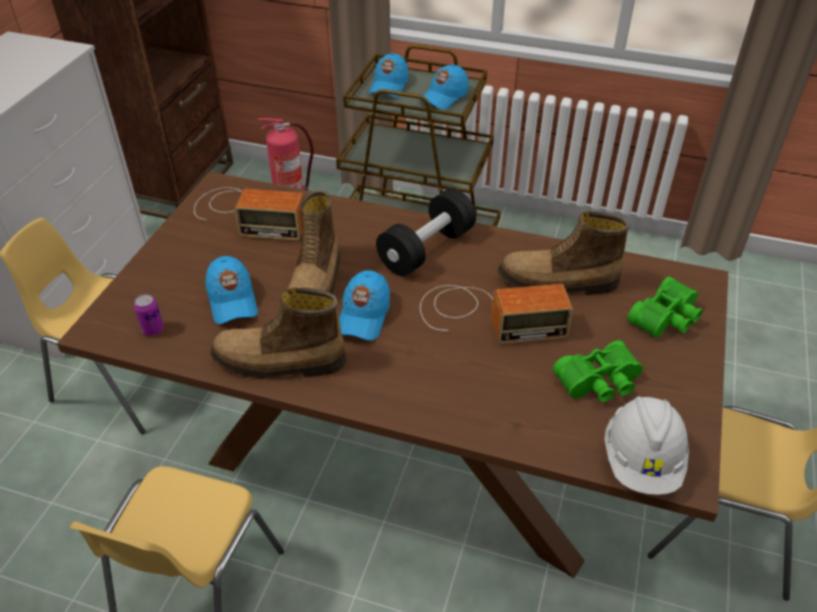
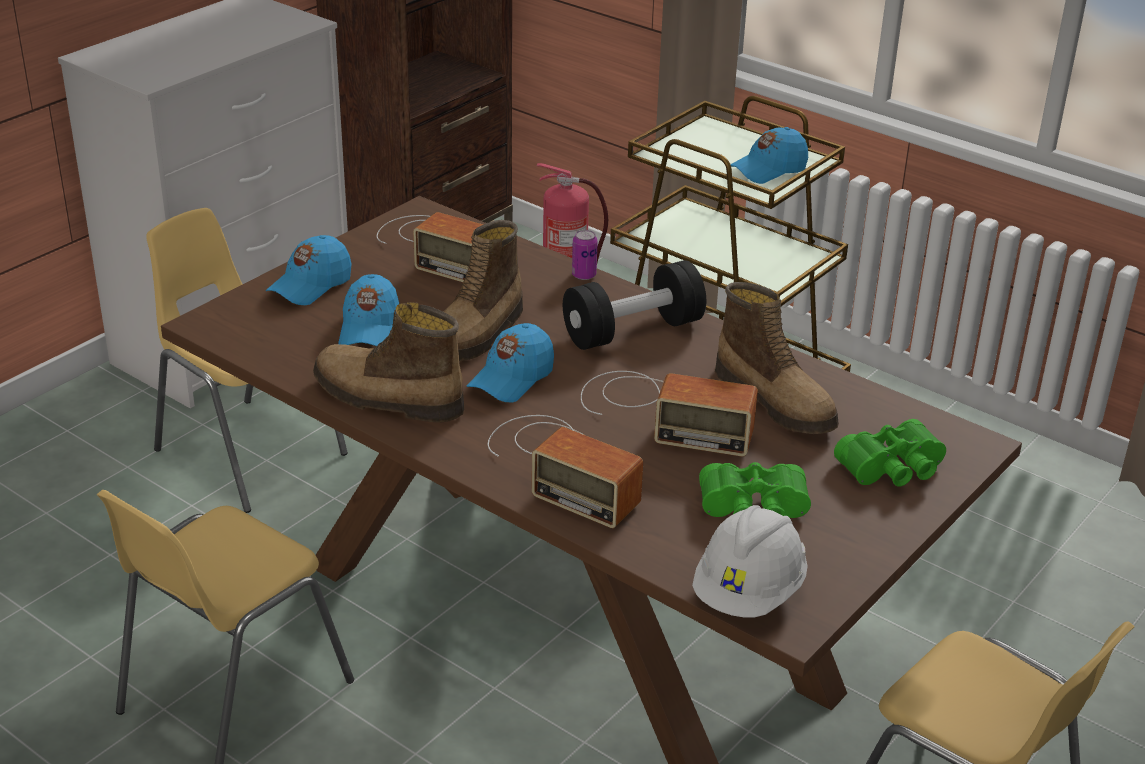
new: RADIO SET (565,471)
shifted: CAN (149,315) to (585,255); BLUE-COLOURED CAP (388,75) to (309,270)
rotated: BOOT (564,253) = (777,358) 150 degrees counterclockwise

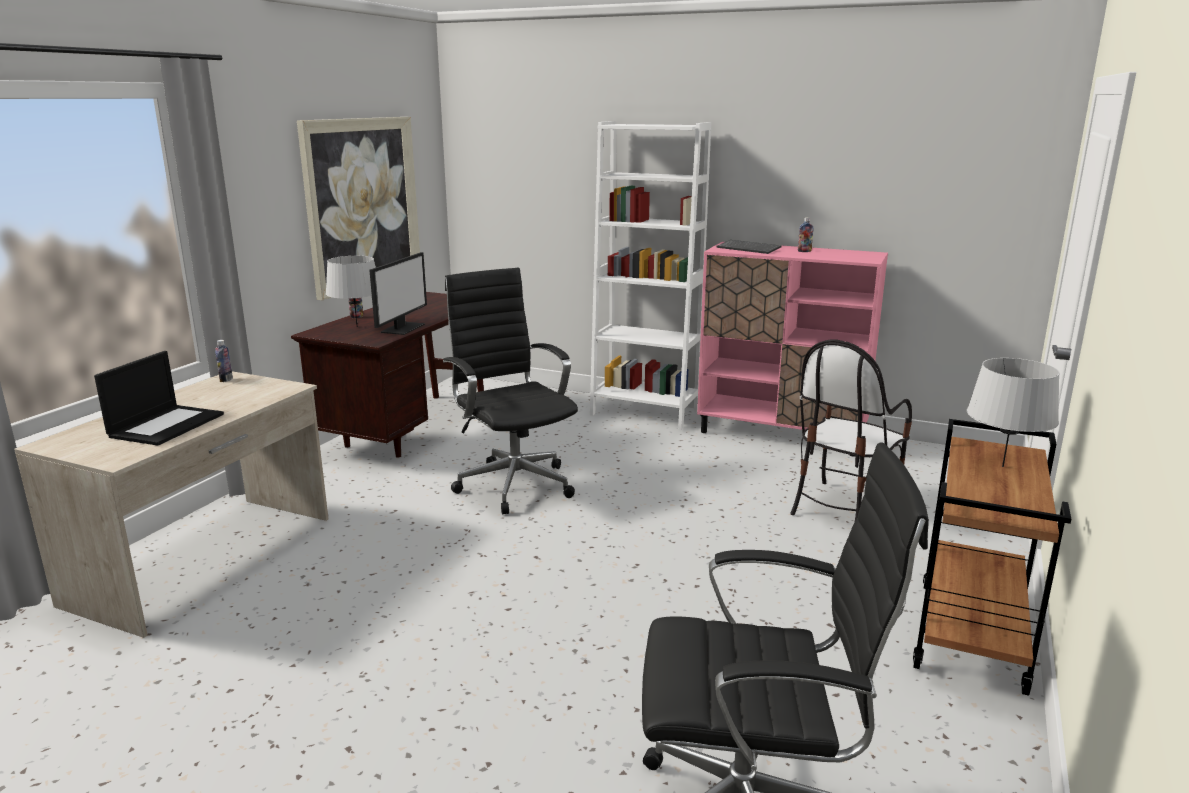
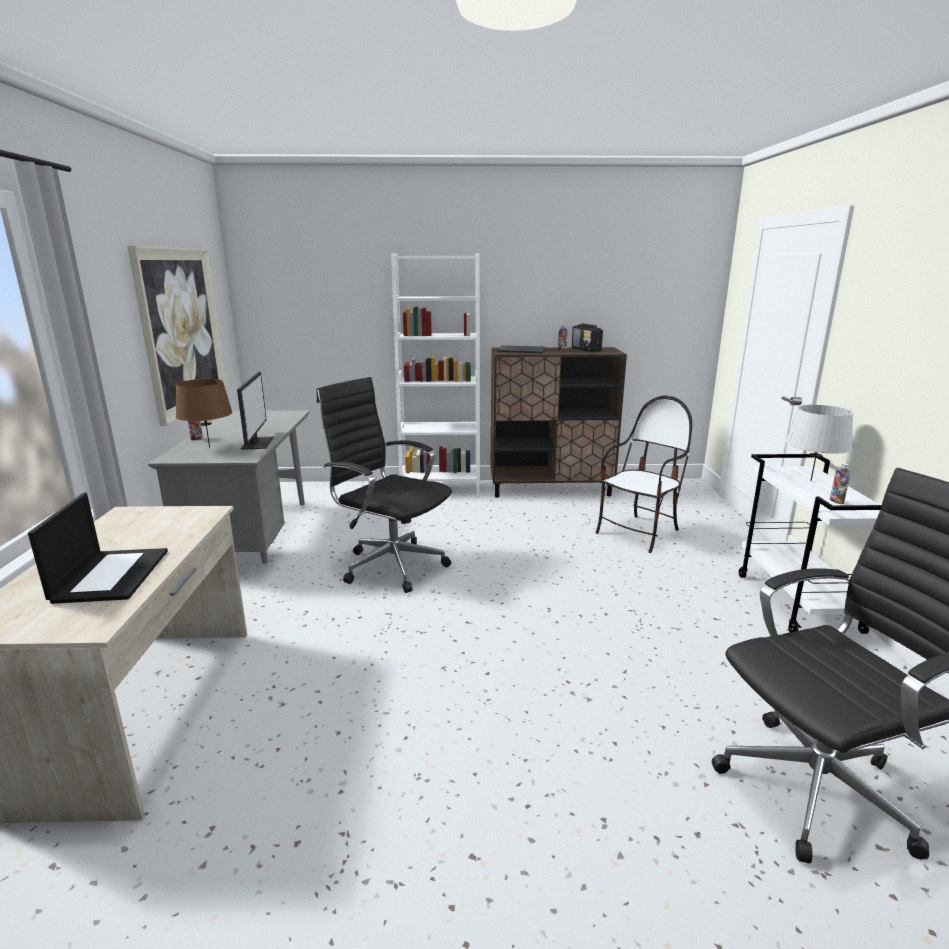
new: RADIO SET (587,337)
shifted: BEVERAGE BOTTLE (224,361) to (840,483)
repainted: BROWN-COLOURED DESK UNIT (387,375) to GREYISH DESK UNIT (229,486); GREYISH TABLE LAMP (351,291) to BROWN-COLOURED TABLE LAMP (204,413); PINK CUPBOARD (792,349) to BROWN-COLOURED CUPBOARD (558,422); BROWN-COLOURED CART (992,557) to WHITE-COLOURED CART (810,544)
rotated: CHAIR (851,431) = (643,474) 150 degrees counterclockwise

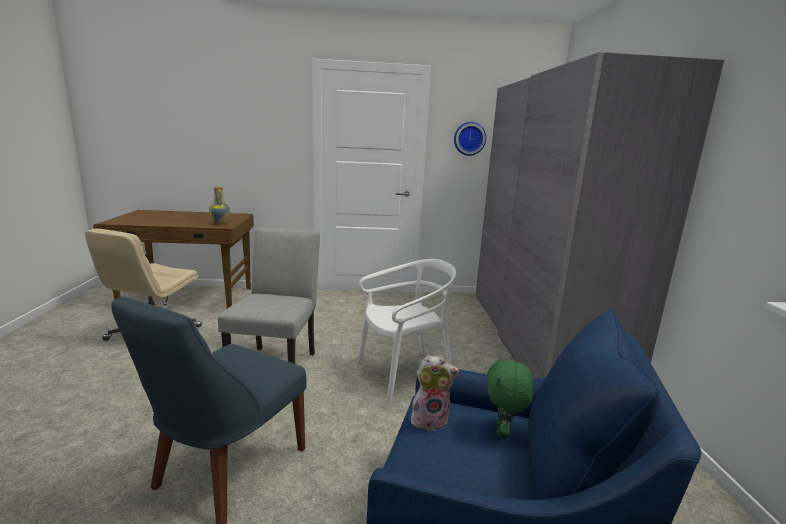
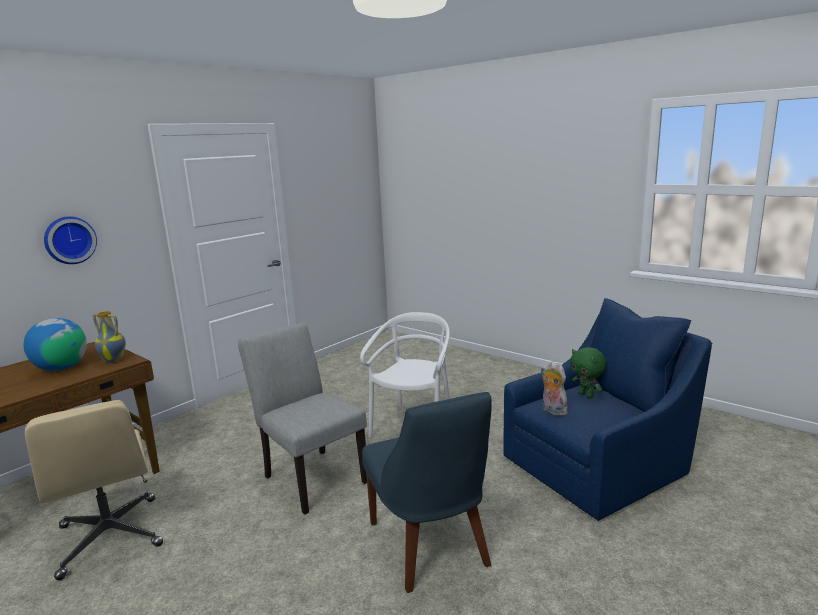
gone: GREYISH WARDROBE (600,215)
new: DESK GLOBE (55,344)
shifted: WALL CLOCK (470,139) to (70,240)
rotated: PLUSH TOY (435,393) = (554,388) 75 degrees counterclockwise

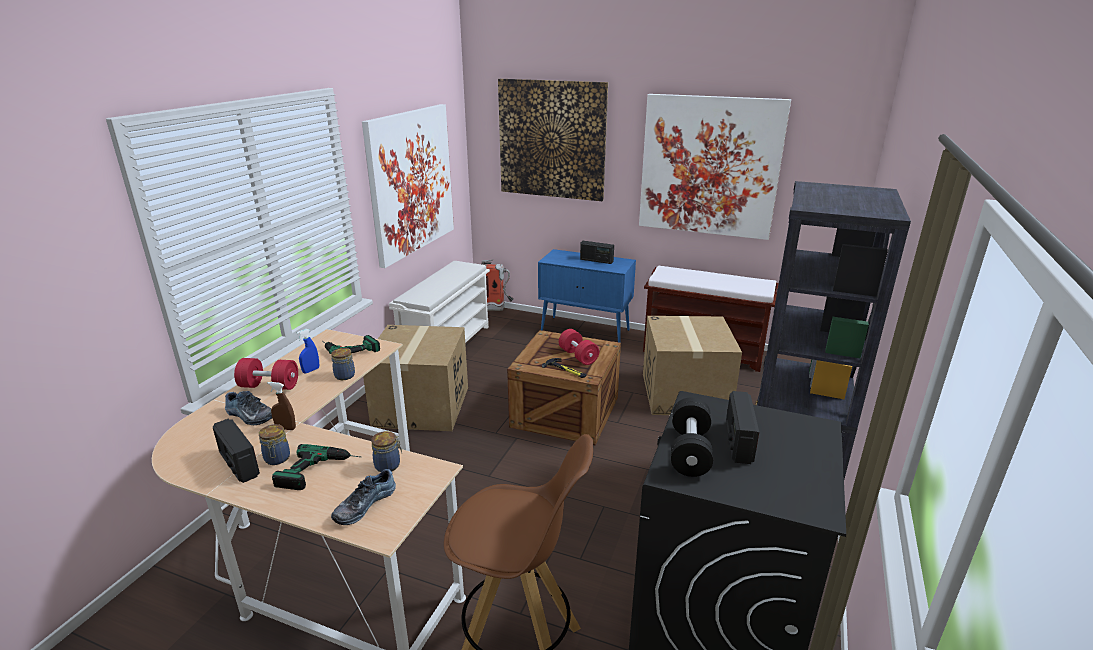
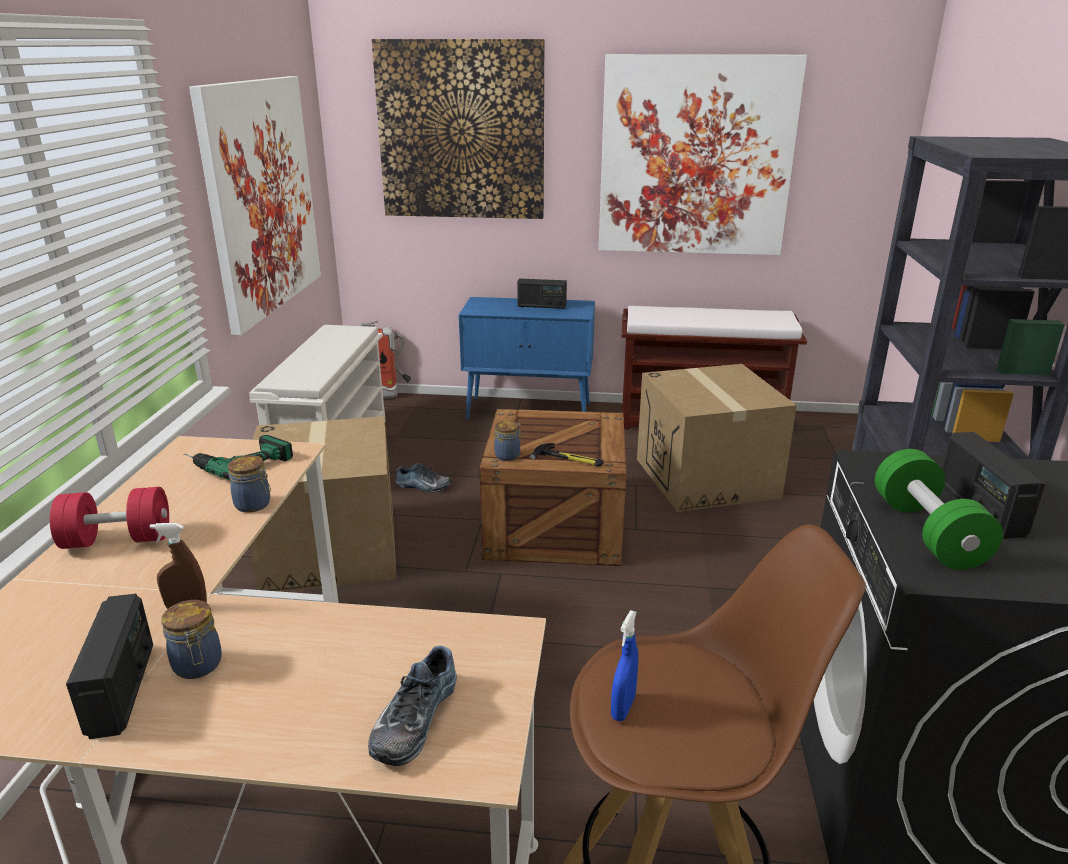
gone: ELECTRIC DRILL (316,467); RED-COLOURED FREE WEIGHT (579,347)
shifted: SHOE (248,408) to (423,478); BLUE-COLOURED SPRAYER (307,351) to (624,665); JAR (386,451) to (508,440)
repainted: BLACK FREE WEIGHT (692,437) to GREEN FREE WEIGHT (939,509)
rotated: RADIO SET (236,451) = (109,666) 135 degrees counterclockwise

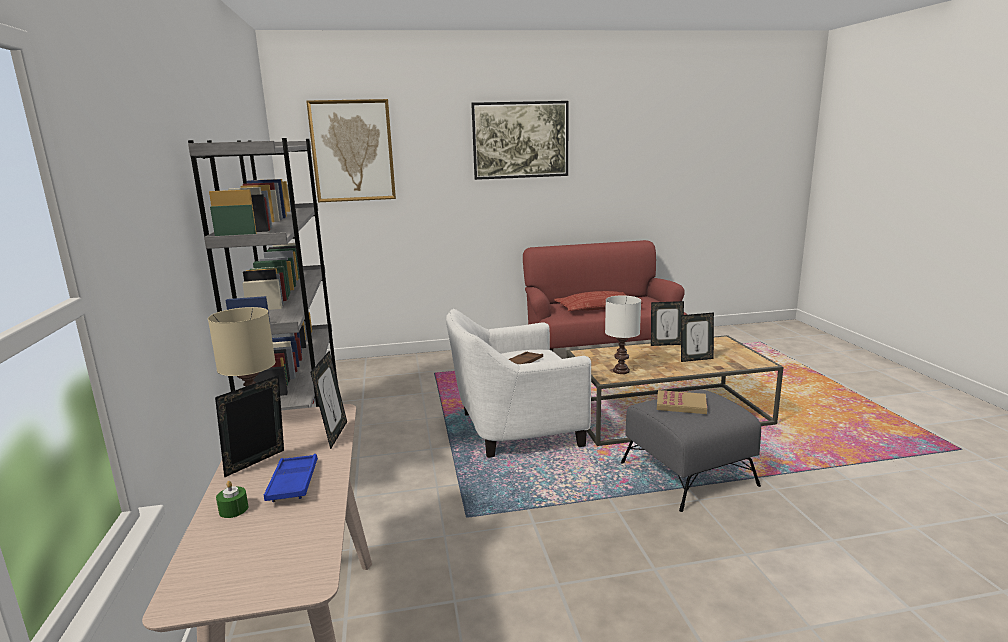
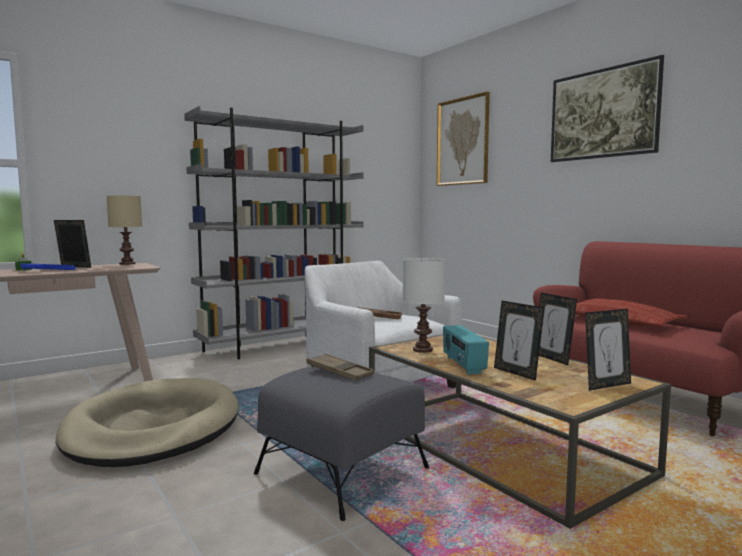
new: BEIGE DOG CUSHION (147,422); RADIO SET (466,350)
shifted: PICTURE FRAME (328,399) to (608,350)
swapped: VOLUME (682,402) to BROWN-COLOURED CARRYING TRAY (340,367)

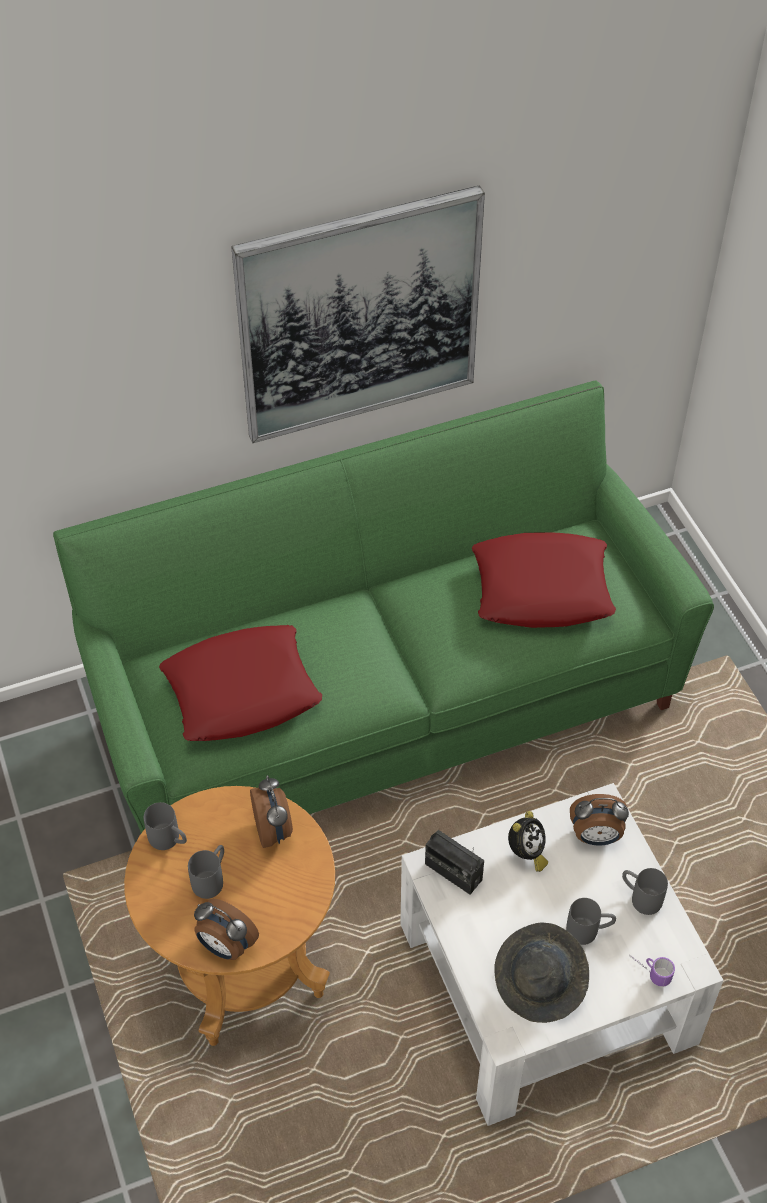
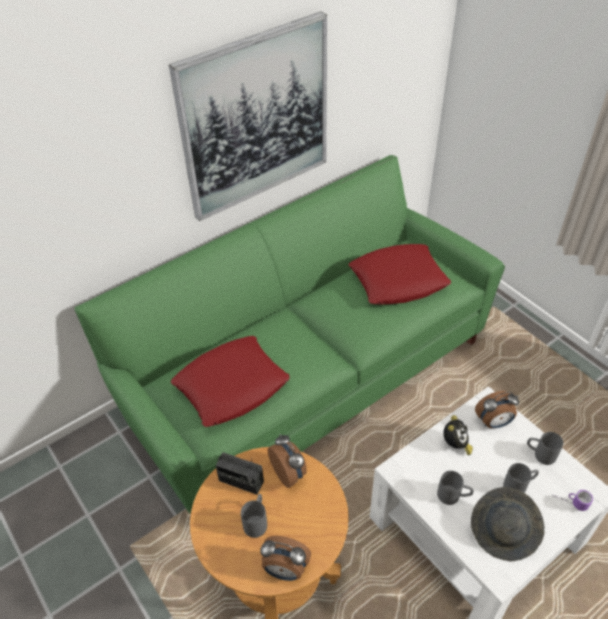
shifted: GREYISH MUG (165,826) to (455,488); RADIO SET (454,862) to (240,473)

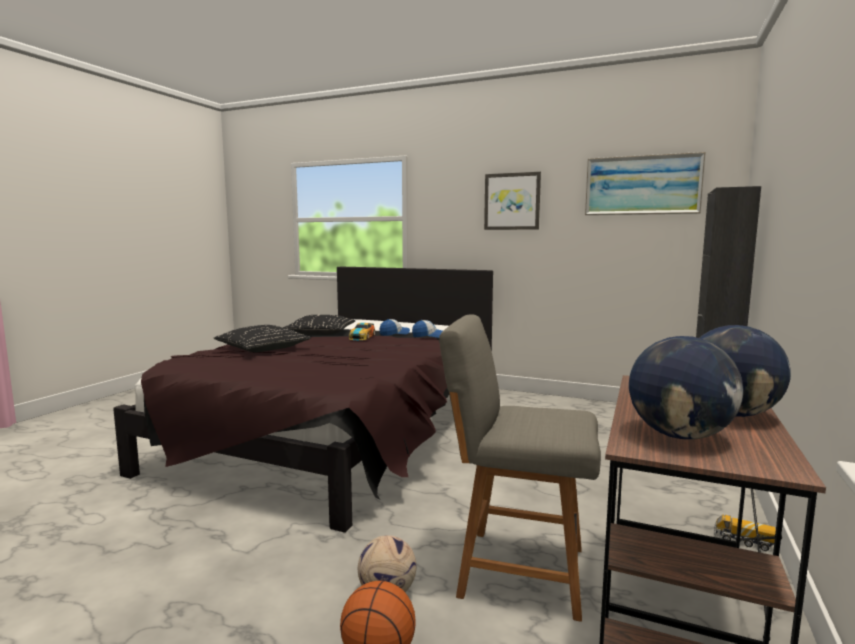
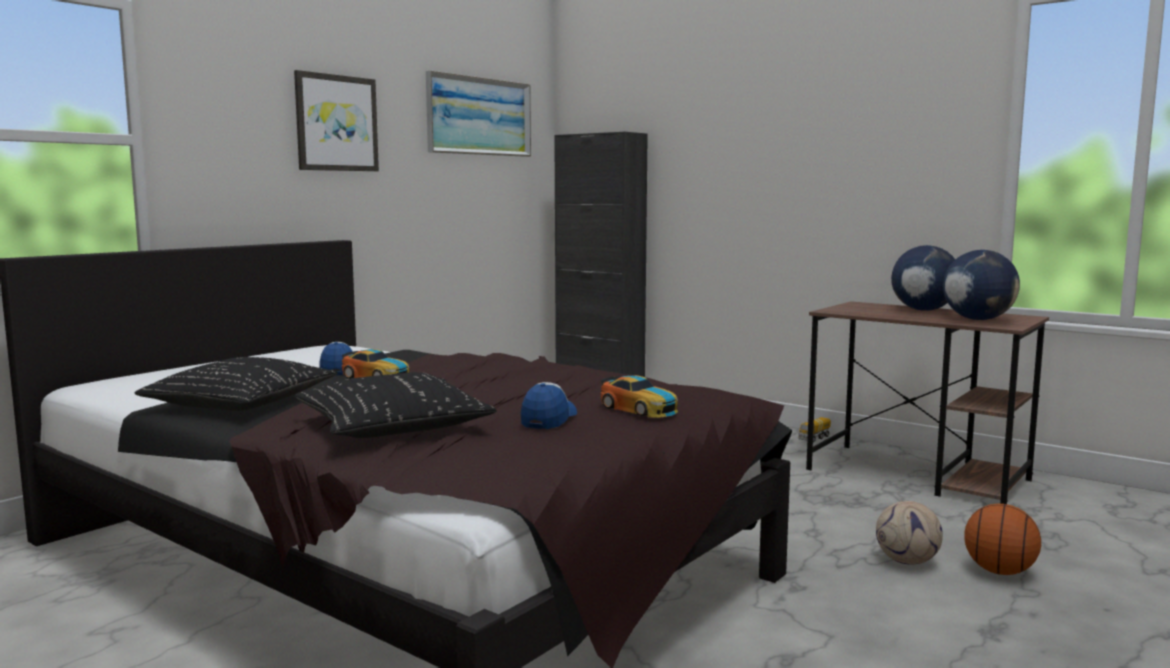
gone: GREYISH CHAIR (520,468)
new: MINIATURE CAR (639,396)
shifted: CAP (427,329) to (549,405)

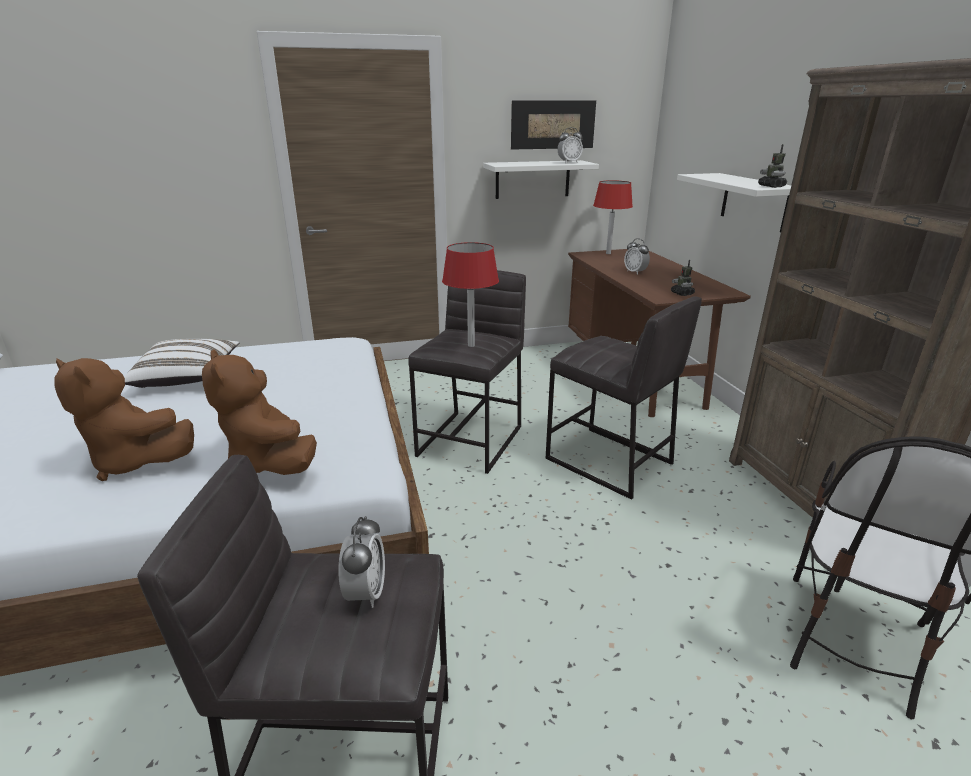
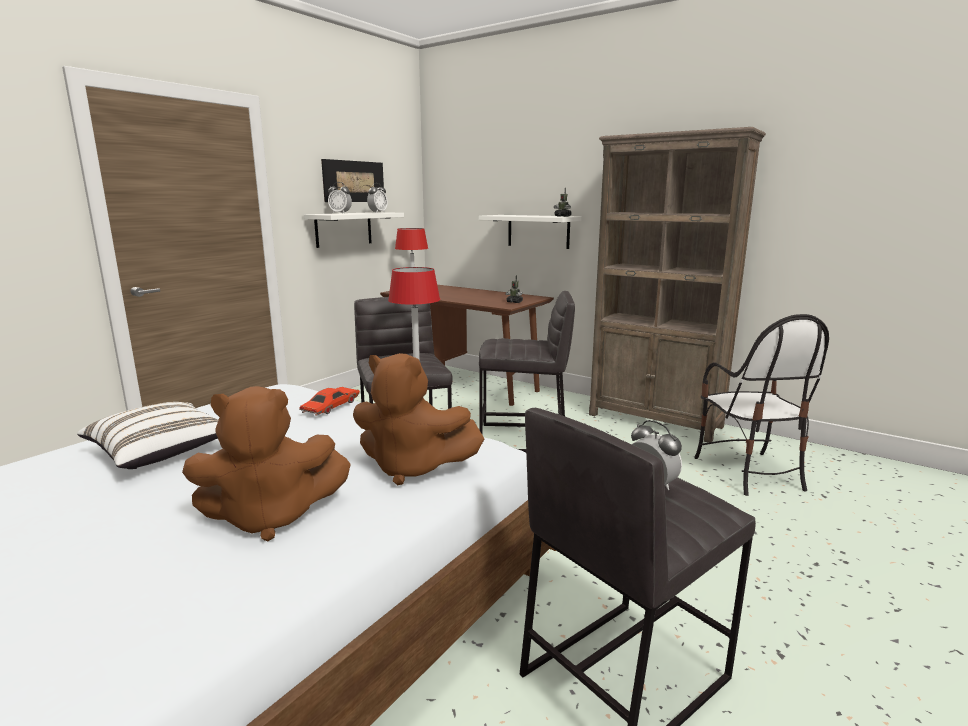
new: RED-COLOURED MINIATURE CAR (330,401)
shifted: BEDSIDE CLOCK (637,256) to (340,198)

